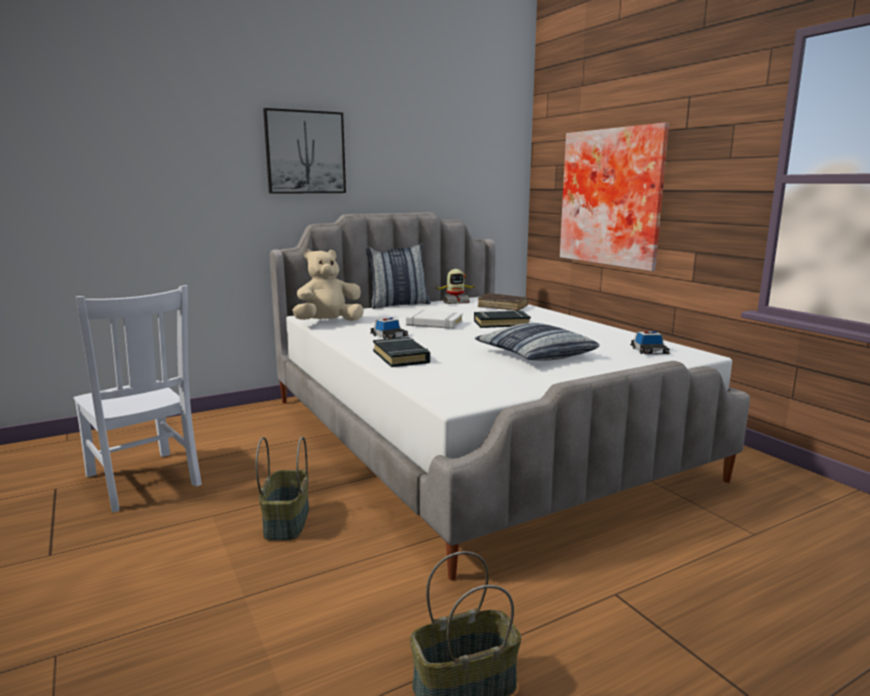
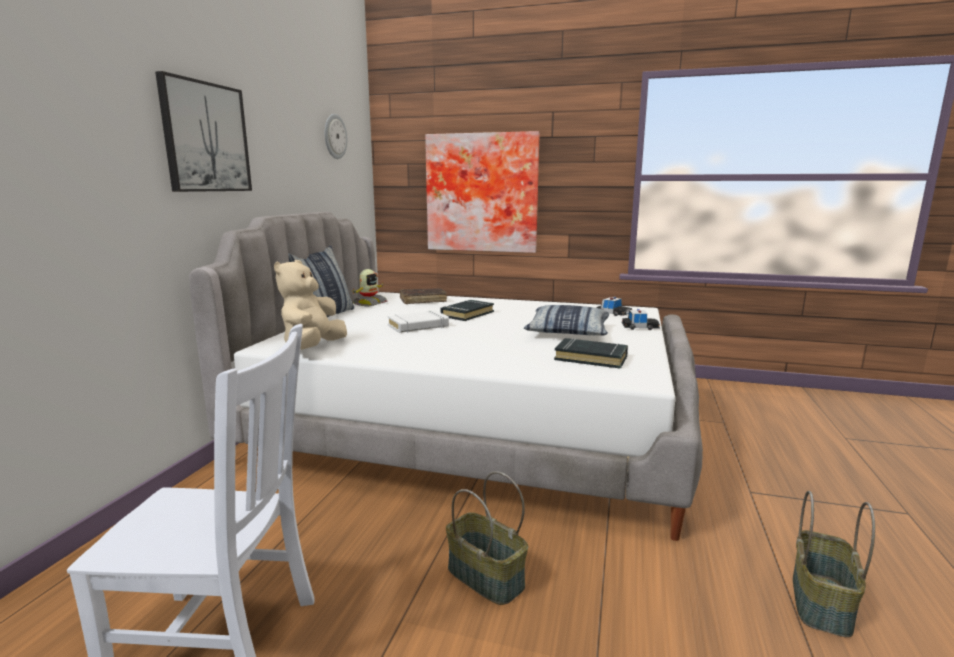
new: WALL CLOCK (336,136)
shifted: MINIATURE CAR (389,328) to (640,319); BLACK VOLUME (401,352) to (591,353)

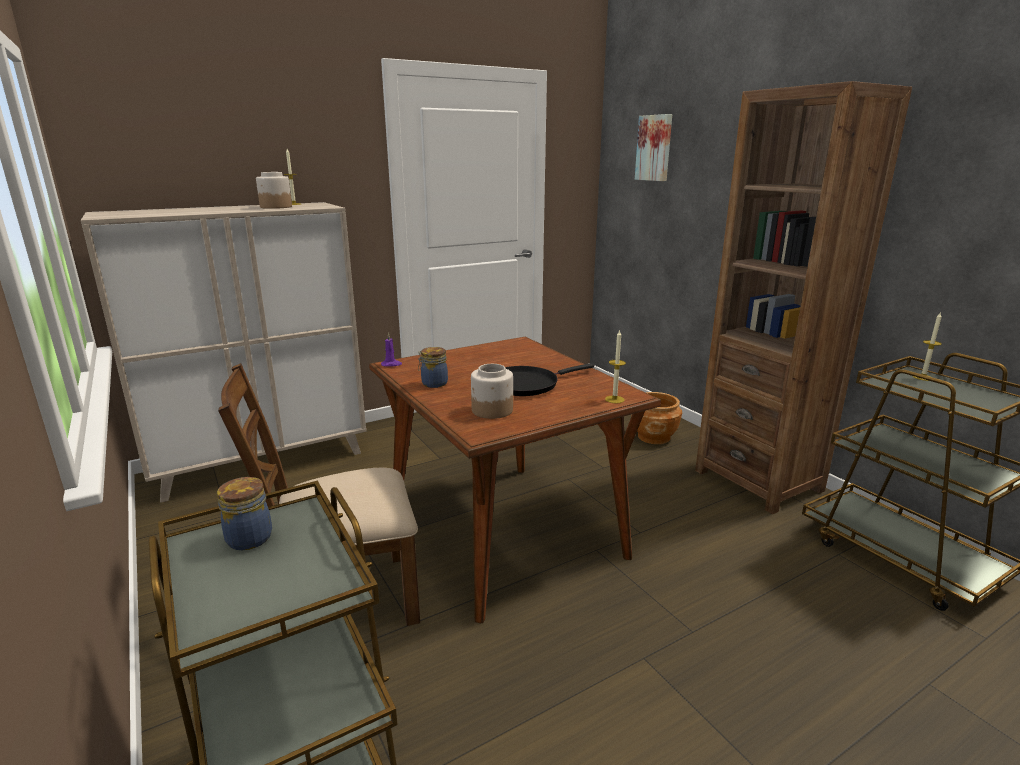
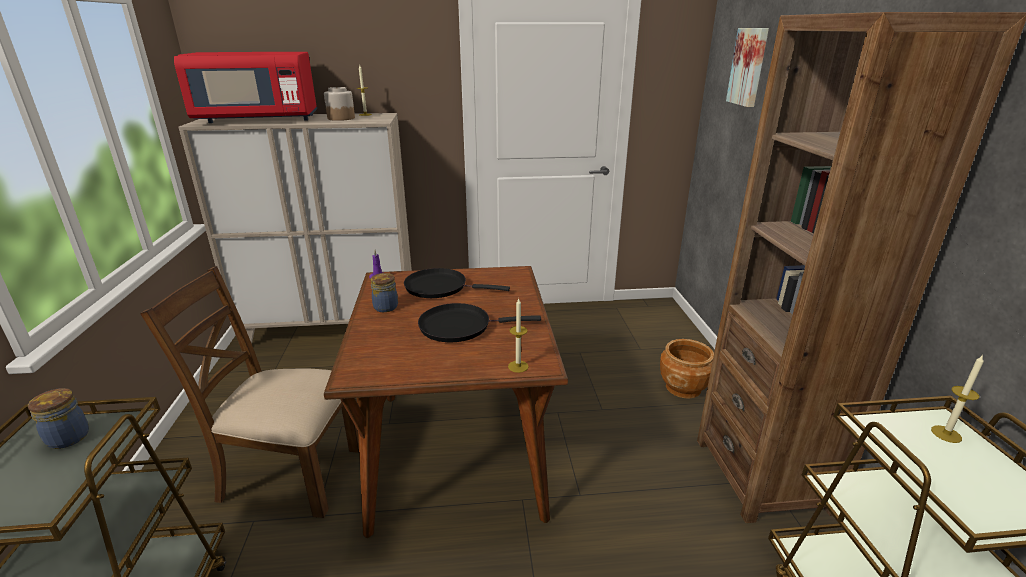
gone: JAR (492,391)
new: RED-COLOURED MICROWAVE OVEN (245,87); BLACK FRYING PAN (457,283)

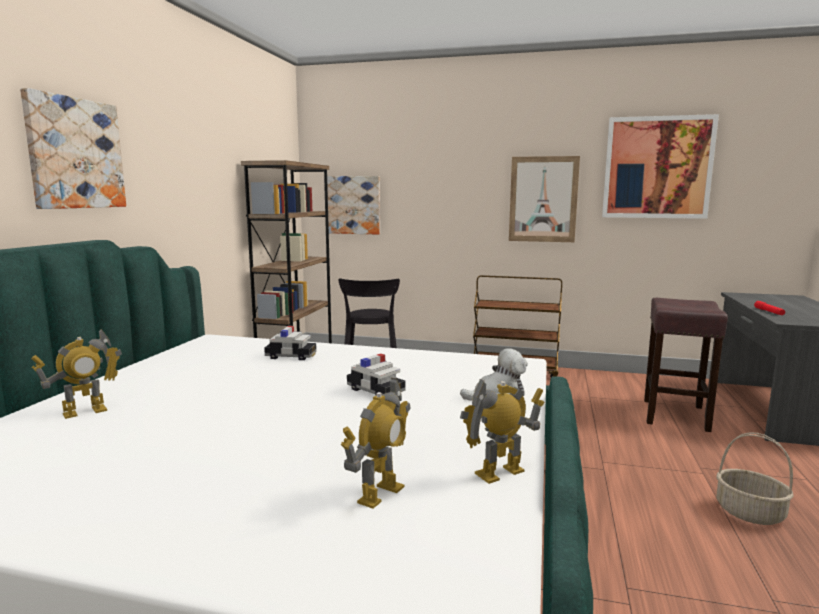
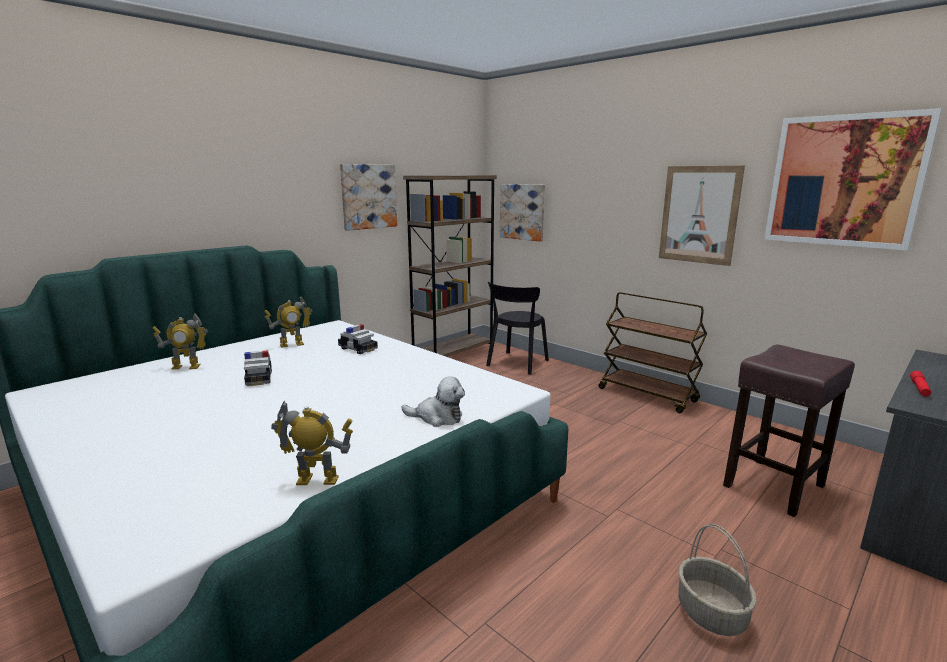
shifted: WALL ART (73,148) to (368,197); TOY ROBOT (376,443) to (288,322); MINIATURE CAR (376,374) to (258,368)

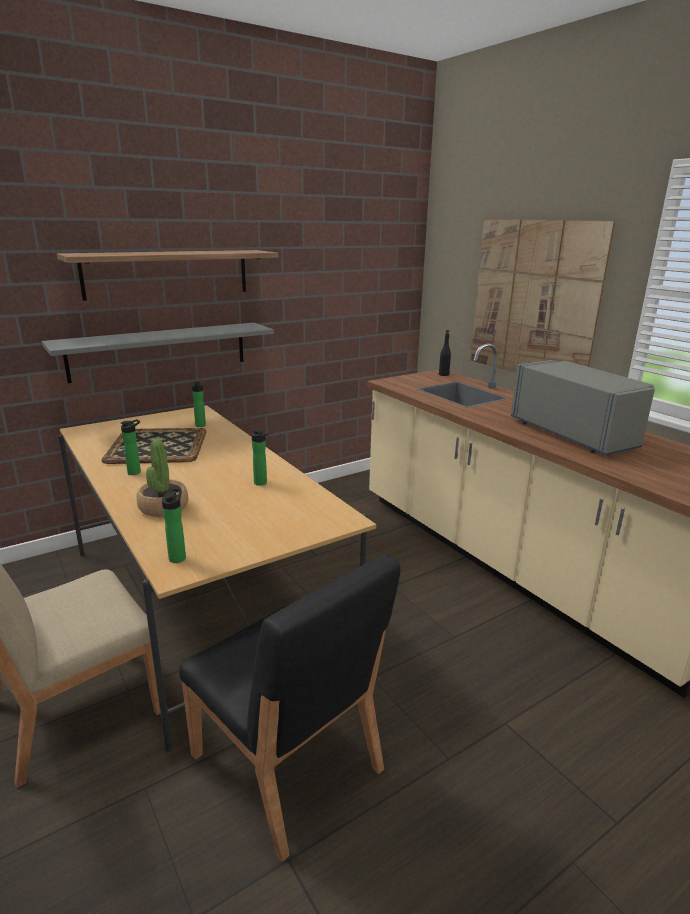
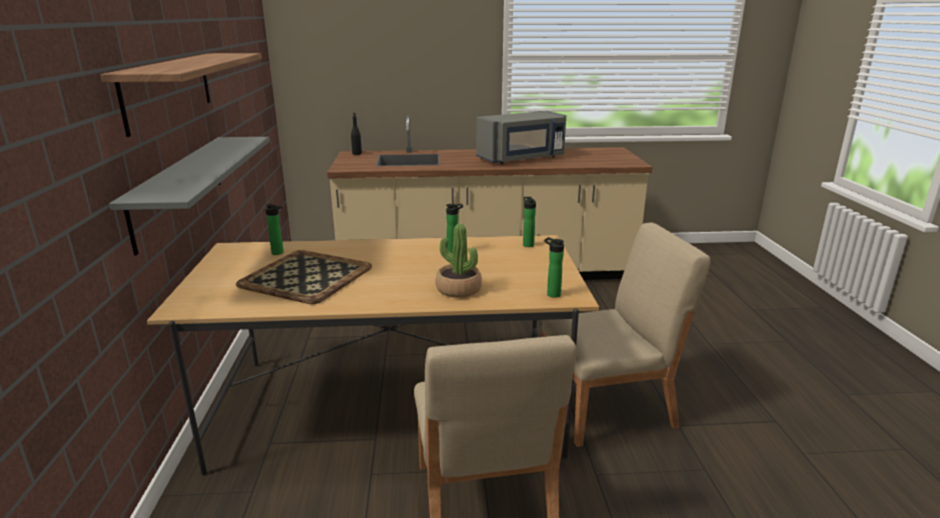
gone: WALL ART (542,296)
shifted: BEVERAGE BOTTLE (130,447) to (529,222)
repainted: BLACK CHAIR (290,708) to BEIGE CHAIR (626,334)
rotated: GREYISH MICROWAVE OVEN (583,407) = (521,137) 150 degrees clockwise

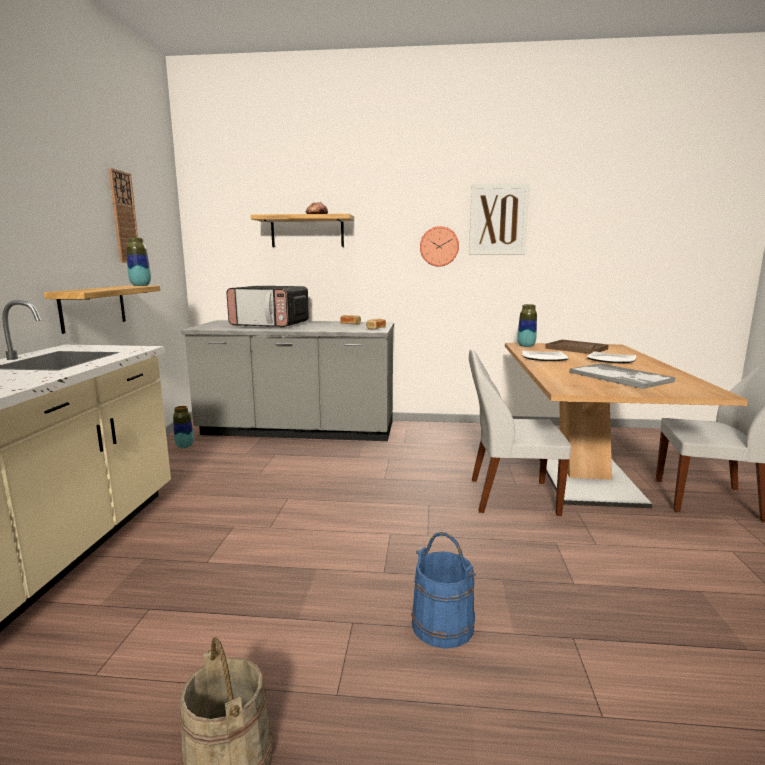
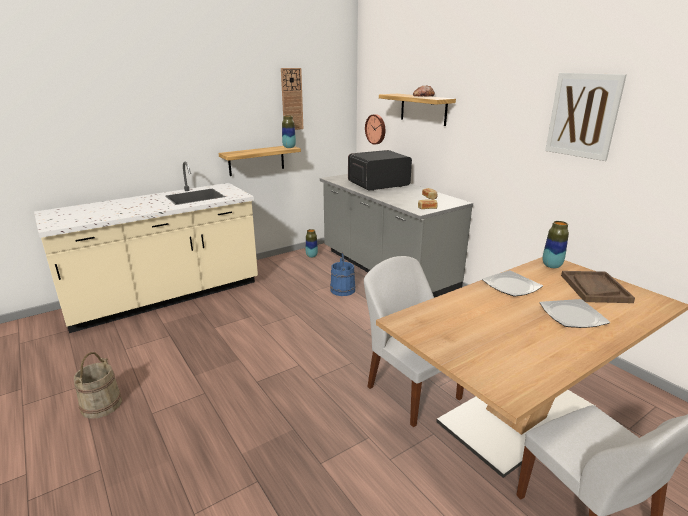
gone: CARRYING TRAY (622,376)
shifted: BLUE-COLOURED PAIL (443,590) to (343,274); WALL CLOCK (439,246) to (375,129)
rotated: MICROWAVE OVEN (267,307) = (380,170) 90 degrees clockwise

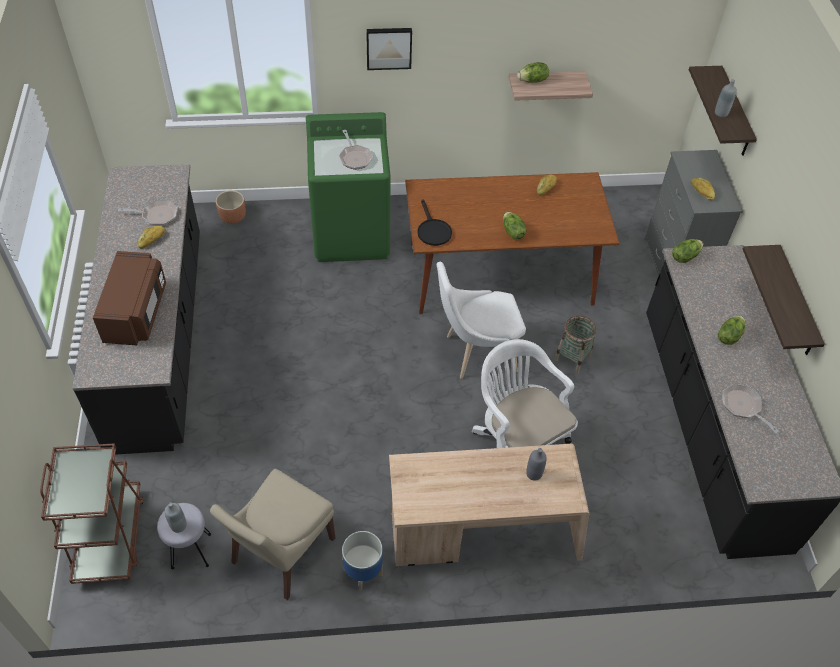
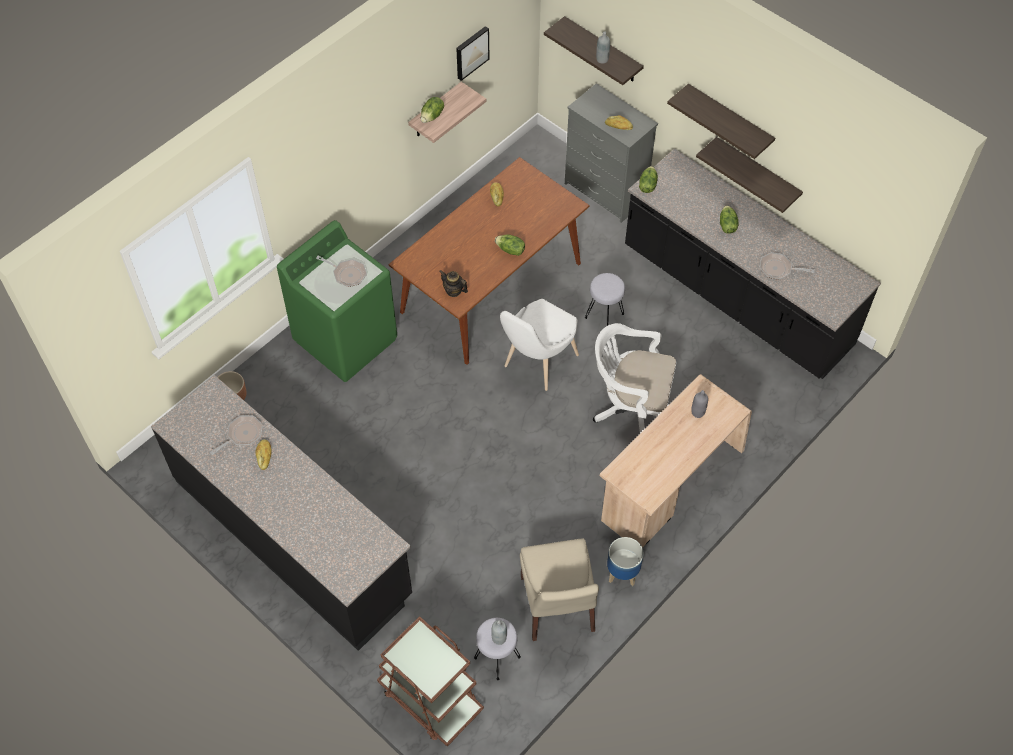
gone: BROWN-COLOURED MICROWAVE OVEN (129,298)
new: SHELF (721,121)
shifted: WALL ART (389,49) to (473,53)
swapped: BLACK FRYING PAN (435,222) to TEAPOT (453,283); STORAGE BASKET (575,344) to GREYISH STOOL (605,299)

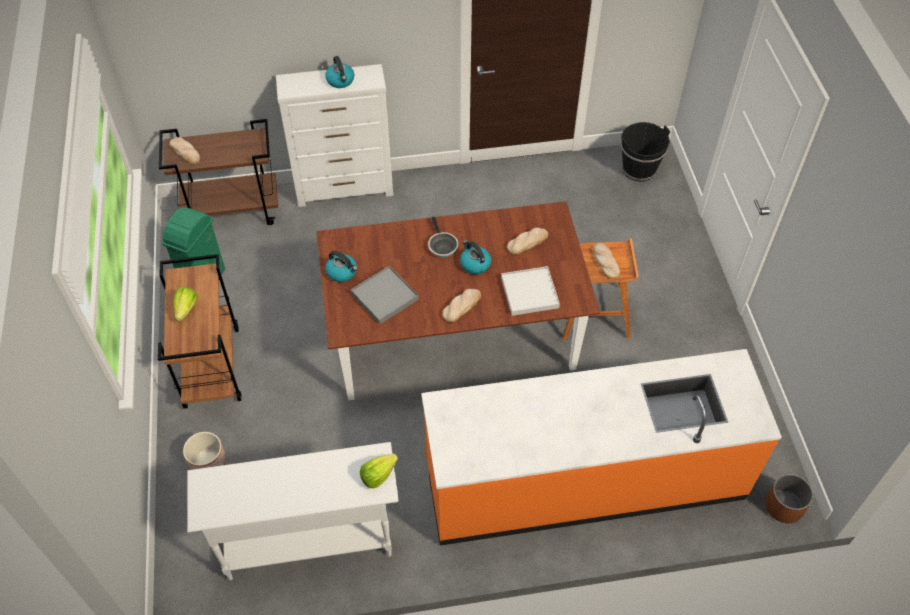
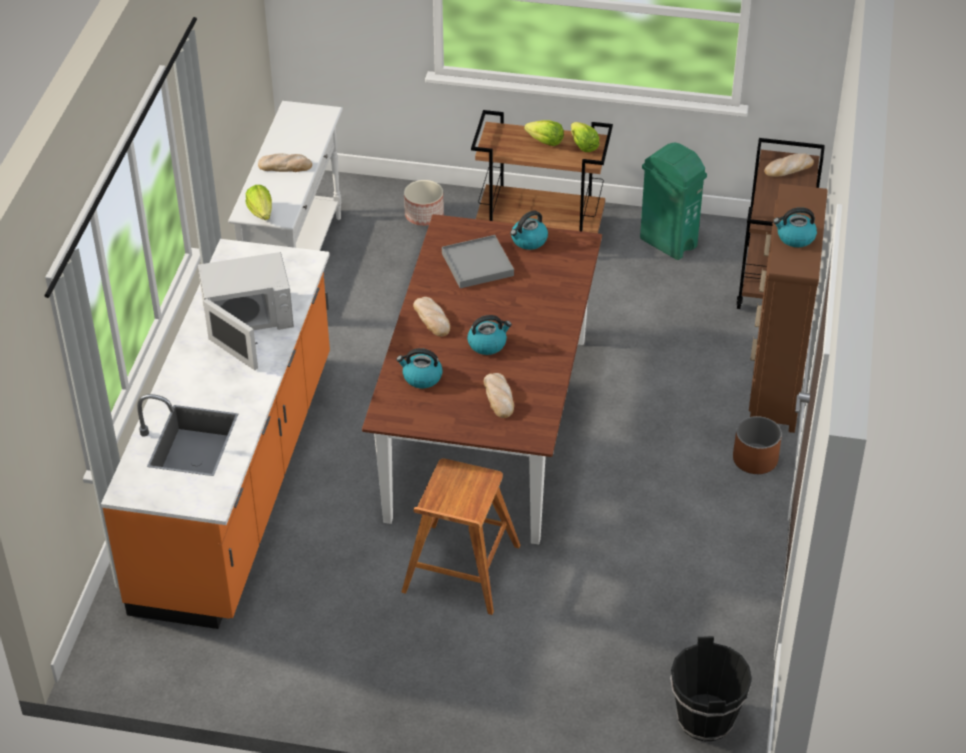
gone: FRYING PAN (443,236)
new: WHITE-COLOURED MICROWAVE OVEN (246,311); LETTUCE HEAD (585,137)
shifted: BREAD (606,261) to (285,162); BROWN-COLOURED FLOWER POT (789,498) to (757,445)
swapped: WHITE-COLOURED CARRYING TRAY (530,291) to WATER KETTLE (419,368)
repainted: WHITE-COLOURED DRESSER (334,135) to BROWN-COLOURED DRESSER (788,308)

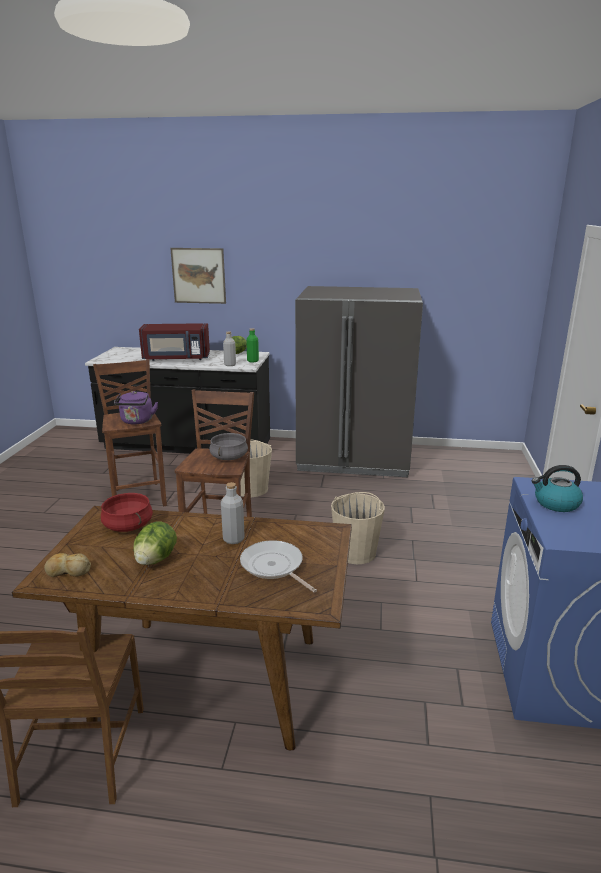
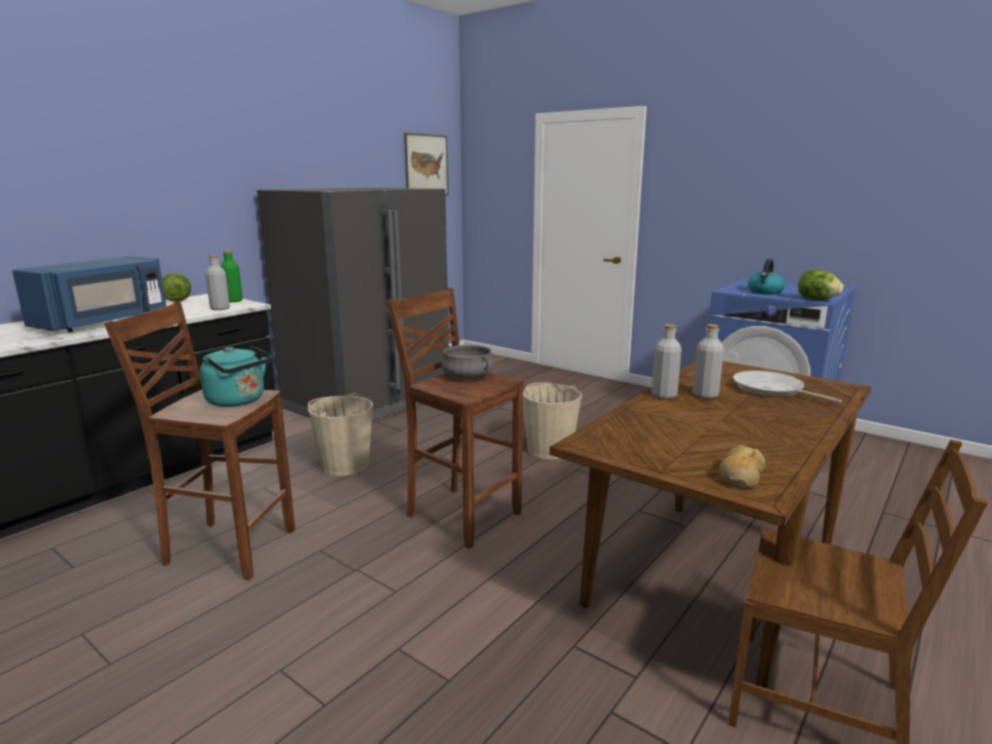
gone: RED-COLOURED COOKING POT (127,512)
new: GREYISH BEVERAGE BOTTLE (666,361)
shifted: LETTUCE HEAD (155,543) to (820,285); WALL ART (198,276) to (426,164)
repainted: PURPLE WATER KETTLE (136,407) to TURQUOISE WATER KETTLE (236,376); RED-COLOURED MICROWAVE OVEN (174,342) to BLUE-COLOURED MICROWAVE OVEN (89,294)
rotated: FRYING PAN (278,566) = (787,387) 60 degrees clockwise

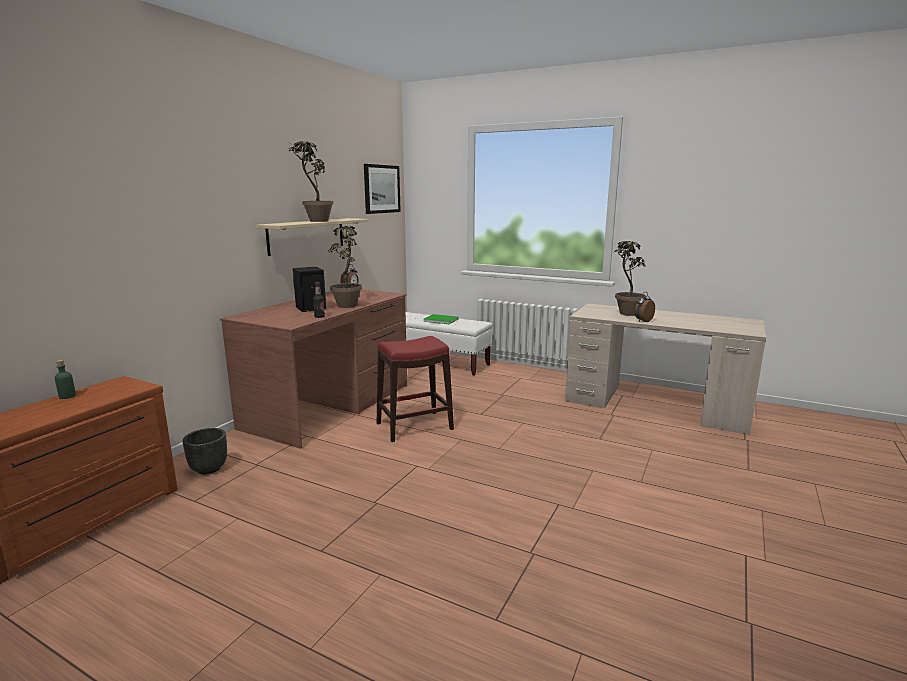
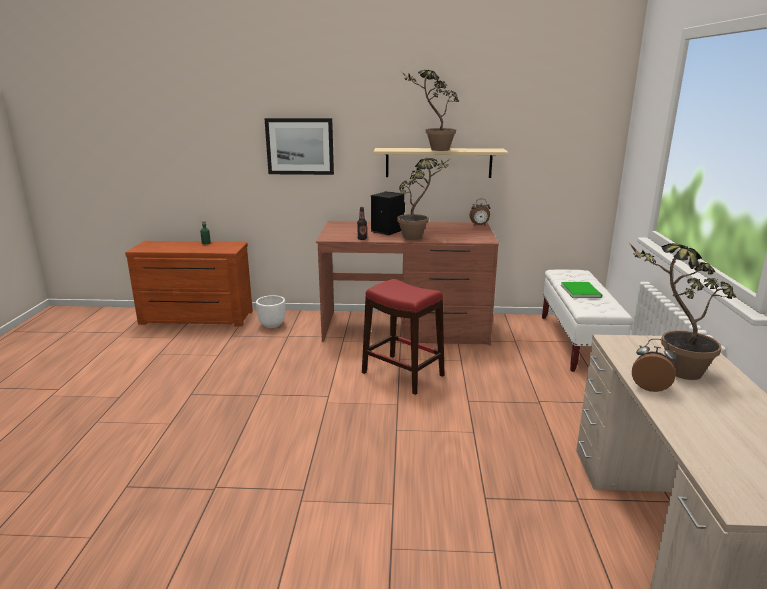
shifted: WALL ART (382,189) to (299,146)
repainted: BLACK FLOWER POT (205,451) to WHITE-COLOURED FLOWER POT (270,311)

